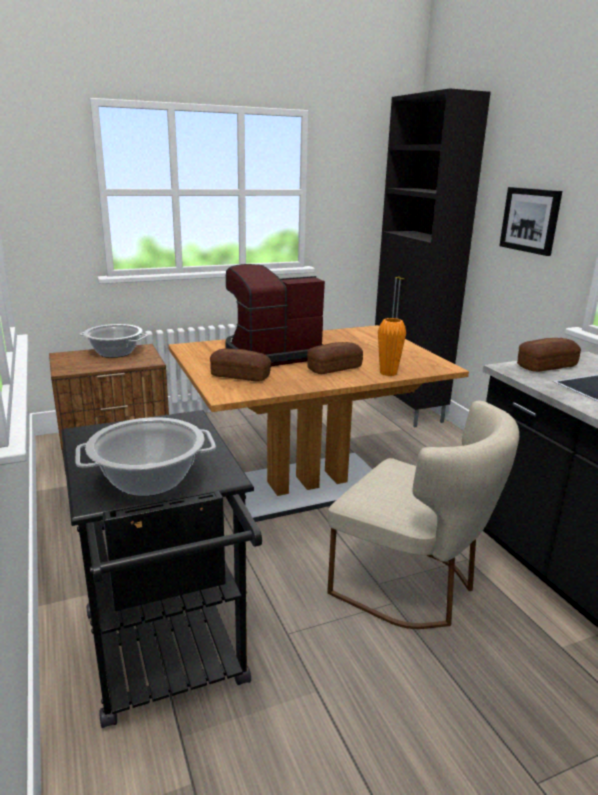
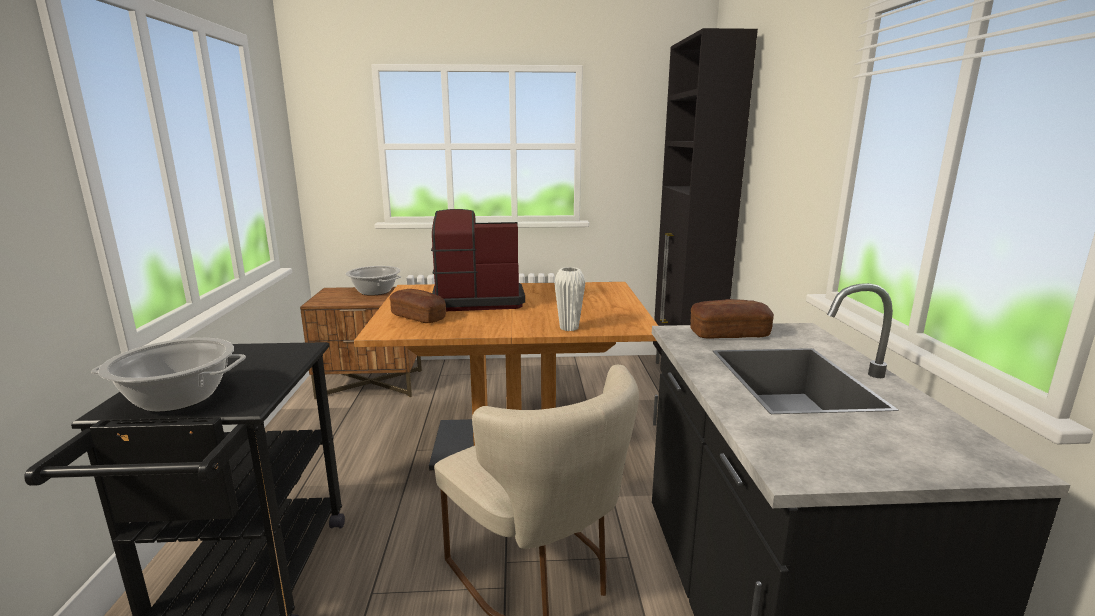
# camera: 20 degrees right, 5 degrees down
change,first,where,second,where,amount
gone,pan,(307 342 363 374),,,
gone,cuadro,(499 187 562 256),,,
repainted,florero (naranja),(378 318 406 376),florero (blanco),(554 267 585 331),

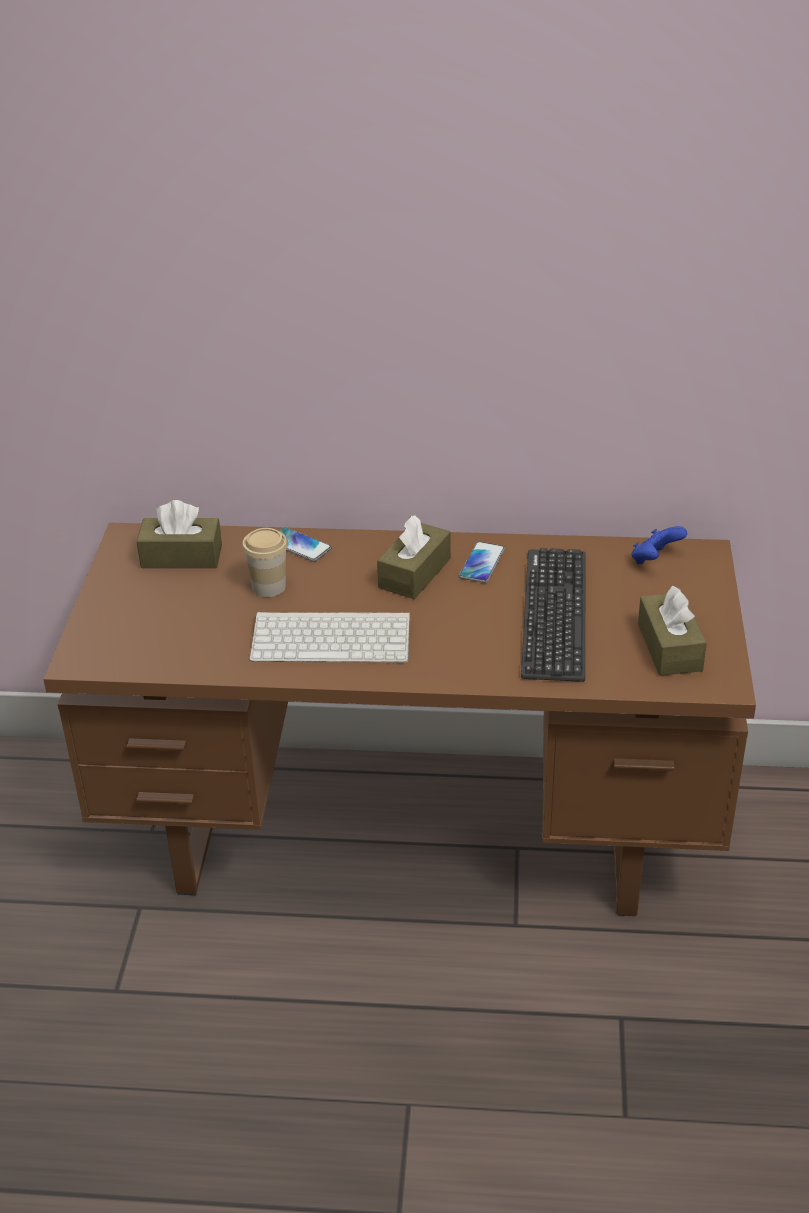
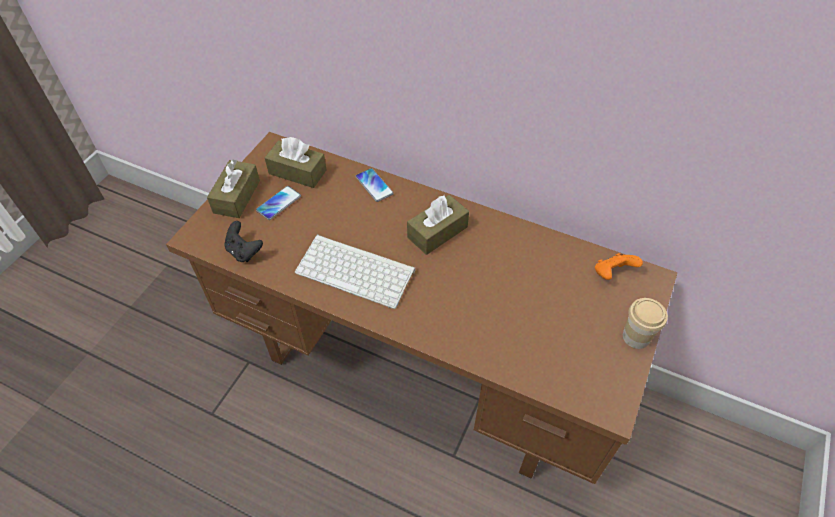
# camera: 20 degrees right, 15 degrees up
change,first,where,second,where,amount
gone,teclado,(521 548 586 682),,,
new,,,mando de consola (negro),(224 221 263 262),
shifted,taza,(242 528 288 597),,(623 298 668 349),
shifted,móvil,(459 542 505 583),,(256 186 301 220),
shifted,caja de pañuelos (marrón),(638 585 707 676),,(207 159 260 218),
repainted,mando de consola (azul),(632 526 687 564),mando de consola (naranja),(595 253 643 280),

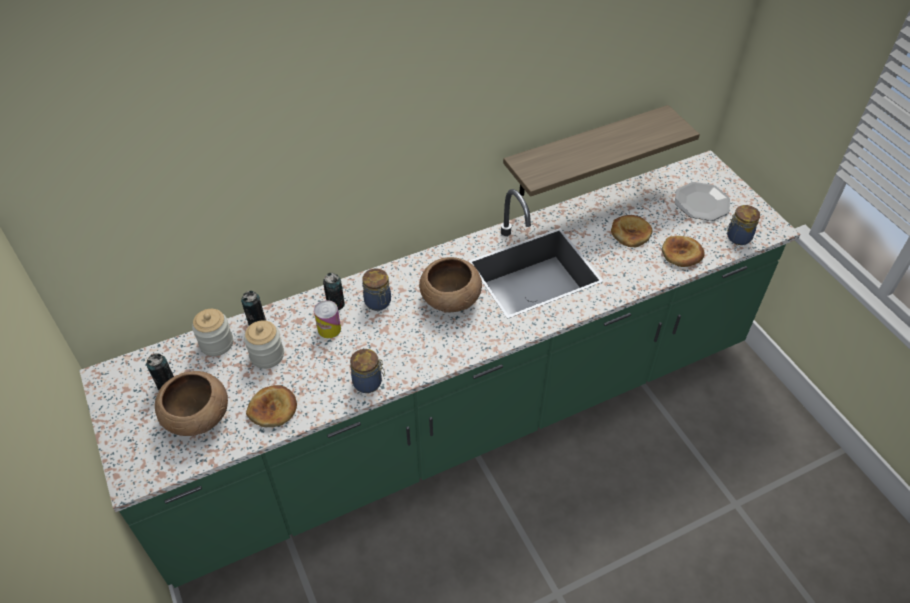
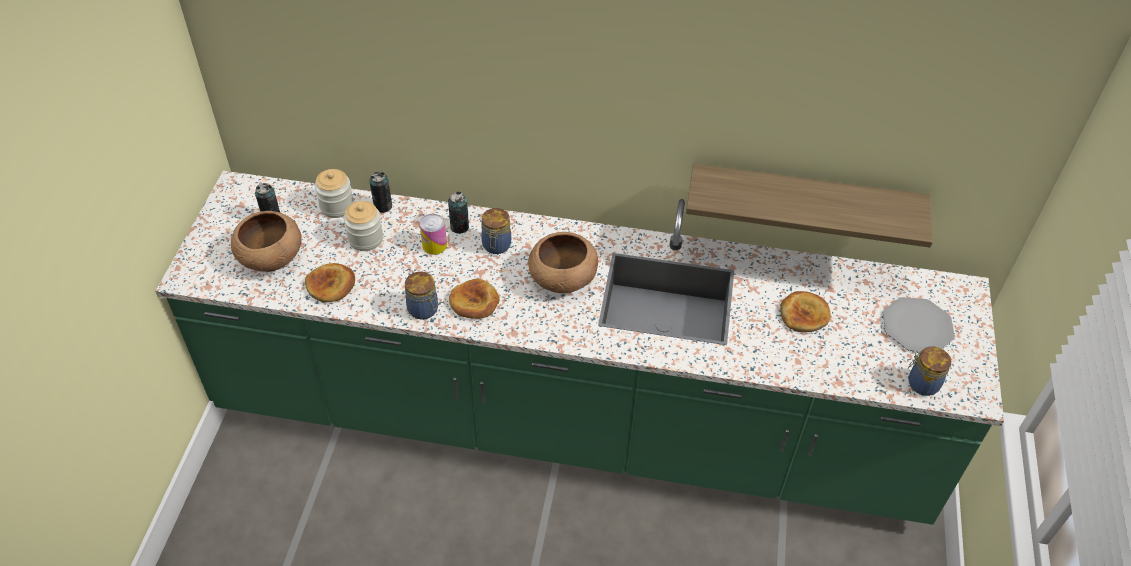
# camera: 35 degrees right, 0 degrees up
change,first,where,second,where,amount
shifted,pan,(662 236 705 267),,(449 279 500 319),

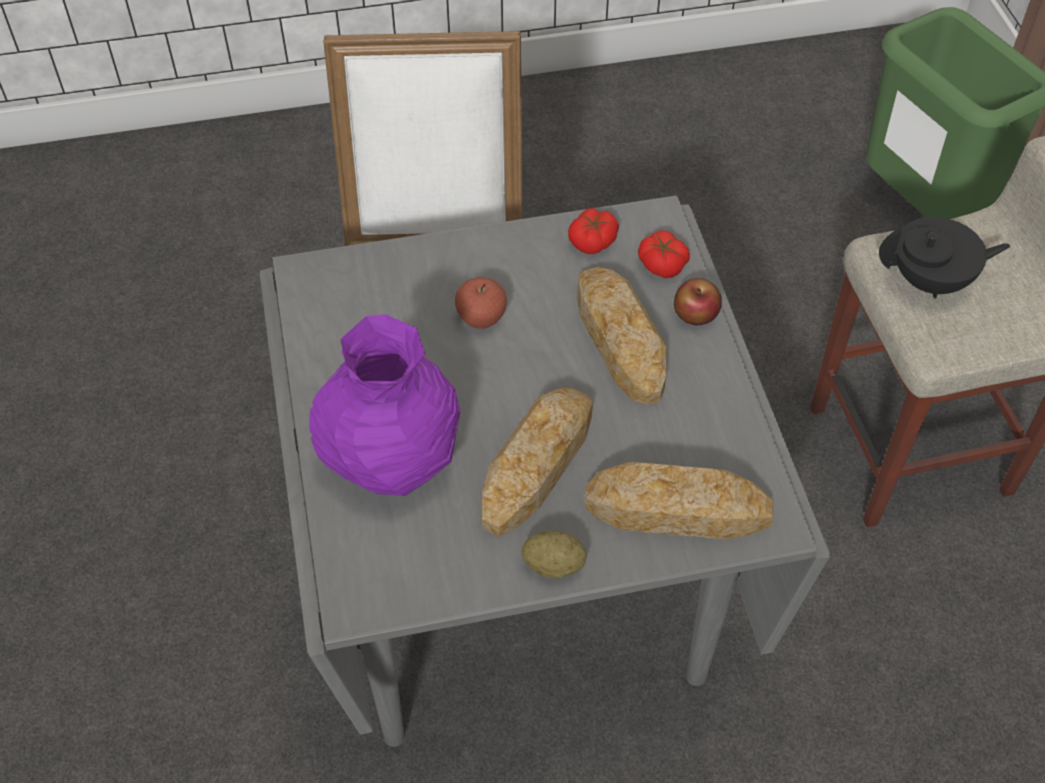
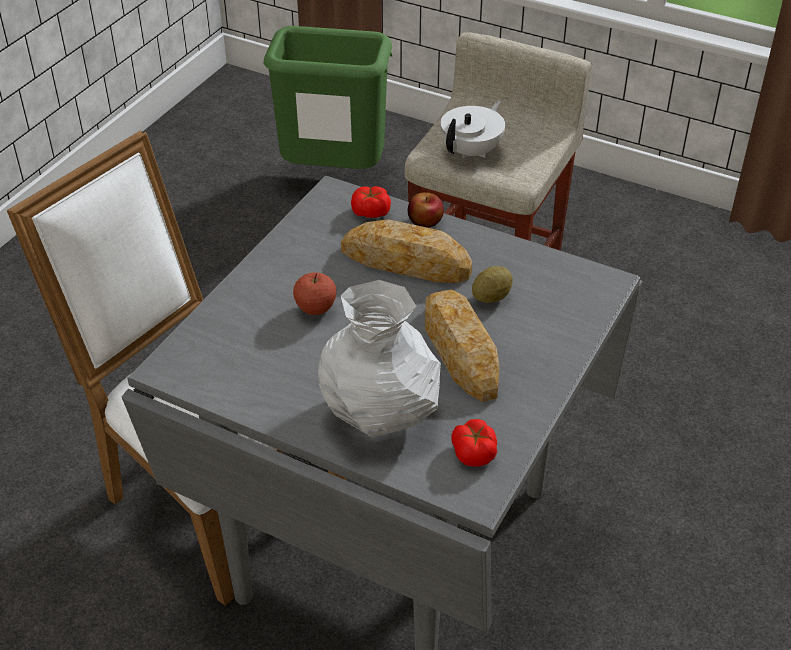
# camera: 50 degrees left, 10 degrees down
change,first,where,second,where,amount
gone,pan,(584 462 773 539),,,
shifted,patata,(521 531 587 579),,(472 266 513 303),
shifted,tomate,(568 208 619 254),,(451 419 497 467),
repainted,florero (morado),(309 314 460 496),florero (blanco),(318 280 441 437),
repainted,tetera (negro),(879 217 1010 298),tetera (blanco),(441 101 505 159),

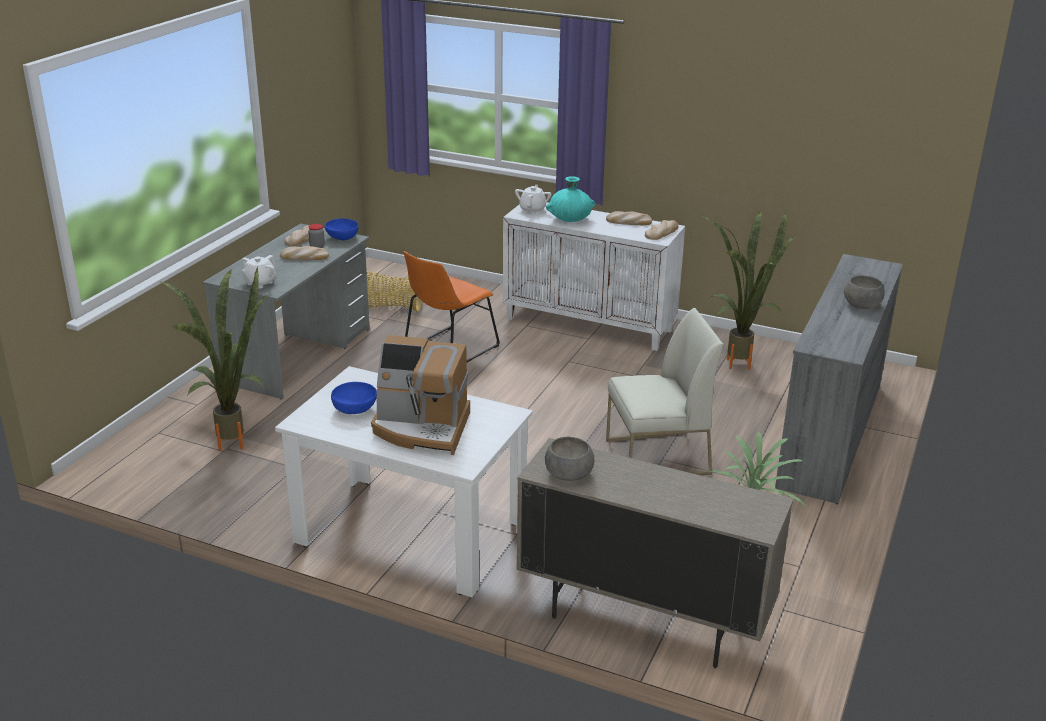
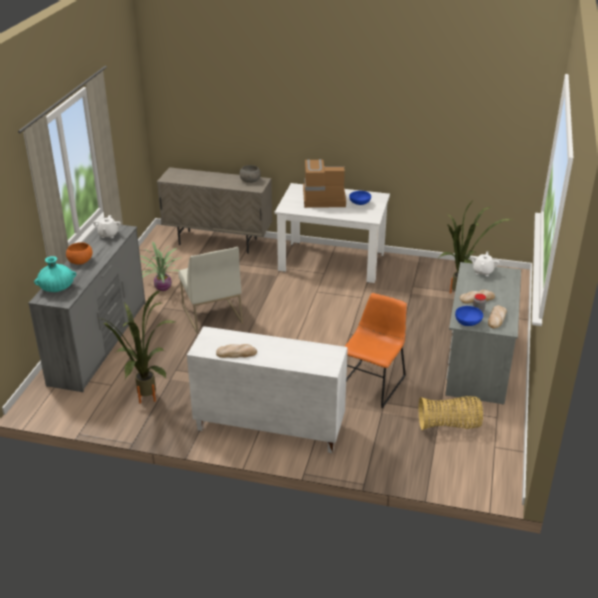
# camera: 170 degrees right, 5 degrees up
change,first,where,second,where,amount
gone,pan,(645 220 679 240),,,
shifted,tetera (blanco),(515 185 552 214),,(93 215 121 238),
shifted,florero (turquesa),(546 176 596 222),,(34 256 76 292),
repainted,cuenco (gris),(844 275 885 309),cuenco (naranja),(66 242 93 265),
rotated,silla (blanco),(606 308 723 476),,(178 247 243 334),90 degrees counterclockwise

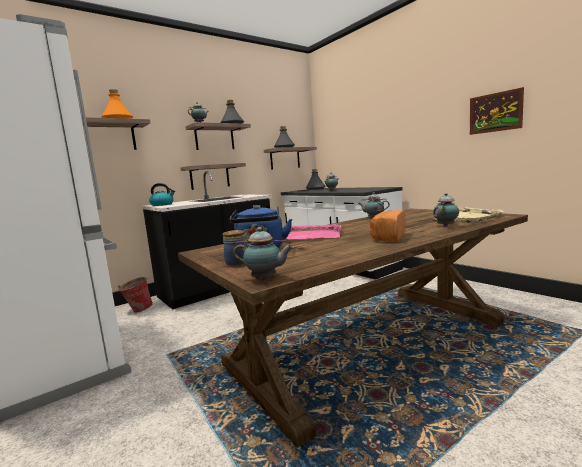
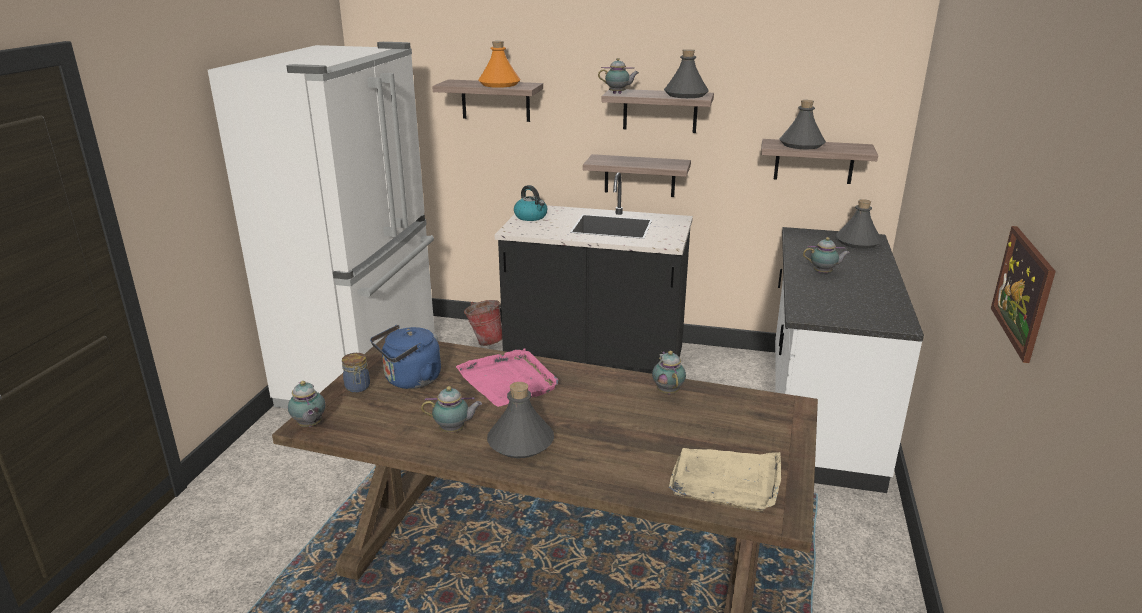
# camera: 50 degrees right, 15 degrees up
change,first,where,second,where,amount
shifted,tetera,(433 193 459 227),,(421 386 482 433),
swapped,pan,(370 210 405 242),botella (gris),(487 382 554 458),

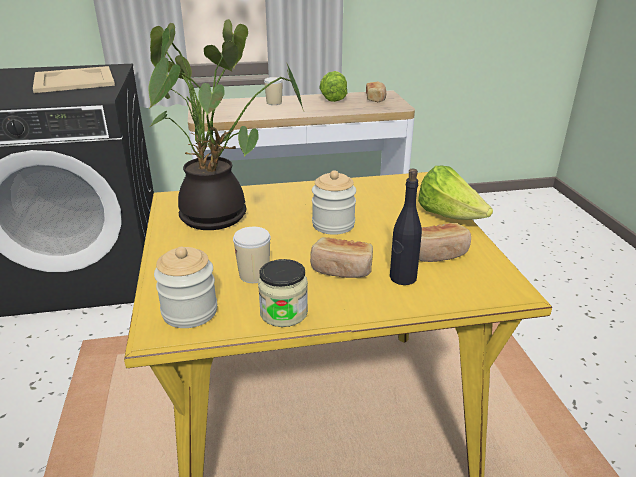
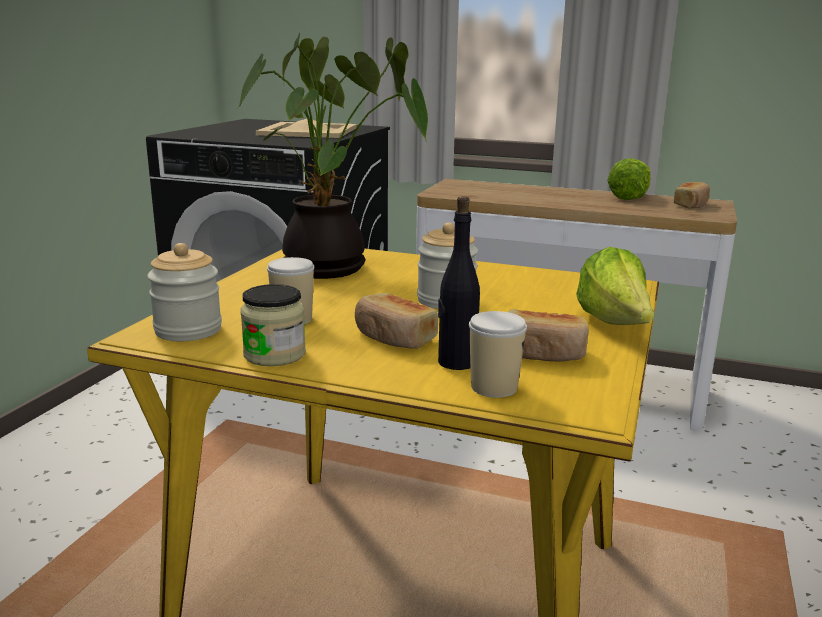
# camera: 30 degrees right, 10 degrees down
change,first,where,second,where,amount
shifted,taza,(264 77 283 105),,(469 311 527 398),

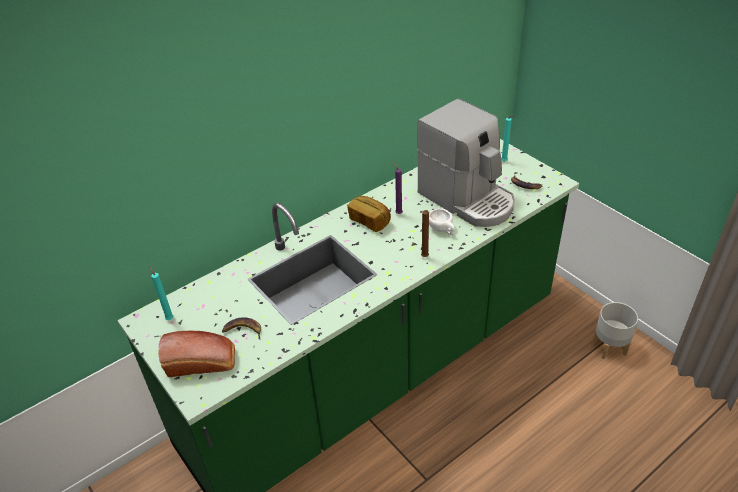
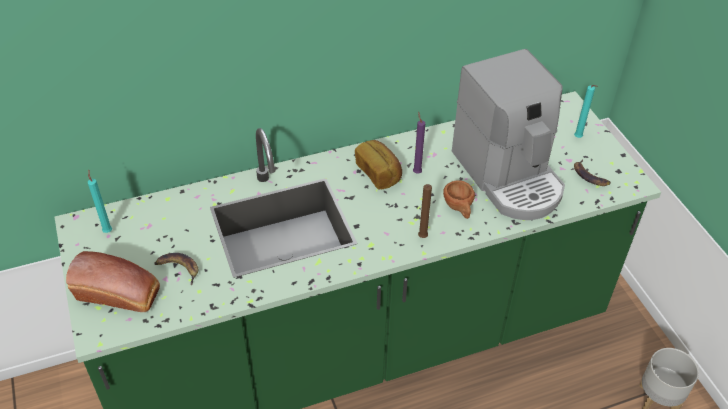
# camera: 15 degrees right, 5 degrees up
change,first,where,second,where,amount
repainted,taza (blanco),(429 208 455 235),taza (marrón),(443 180 475 219),

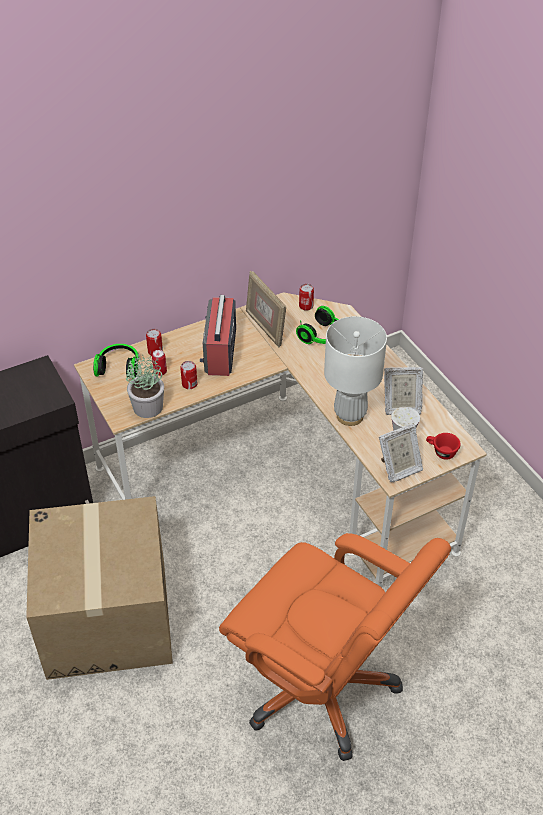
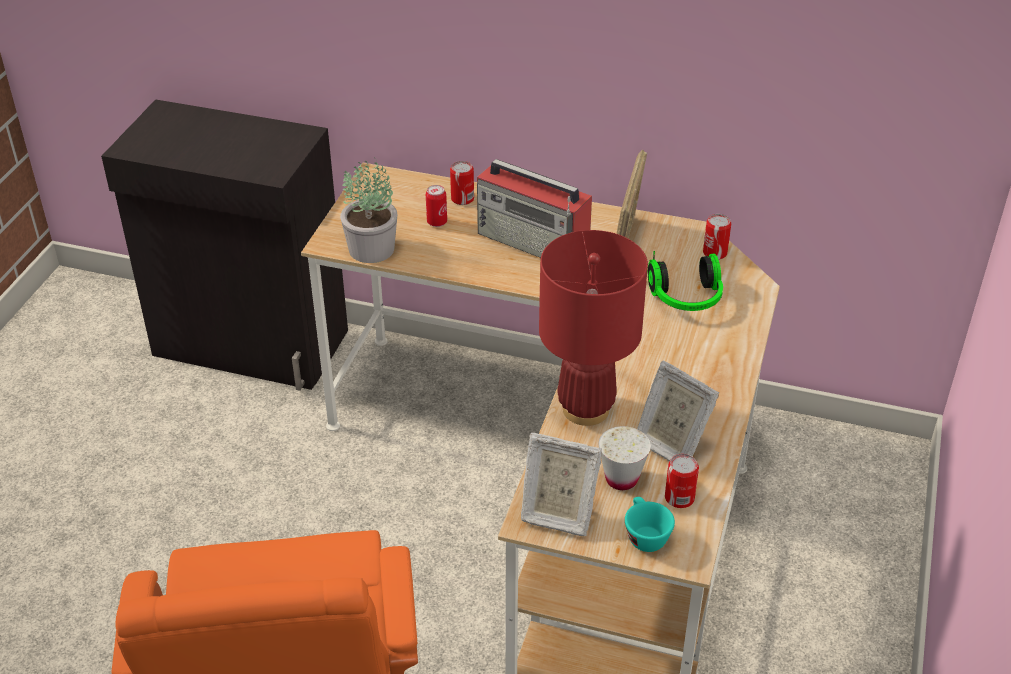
# camera: 45 degrees right, 5 degrees down
change,first,where,second,where,amount
gone,caja de cartón,(26 496 173 680),,,
gone,auriculares,(93 344 139 379),,,
shifted,lata,(180 361 197 389),,(665 454 699 508),
repainted,lámpara de mesa (blanco),(324 316 387 426),lámpara de mesa (rojo),(539 230 648 426),
repainted,taza (rojo),(426 433 461 460),taza (turquesa),(625 497 675 552),
rotated,radio,(200 295 236 376),,(477 159 592 258),105 degrees counterclockwise

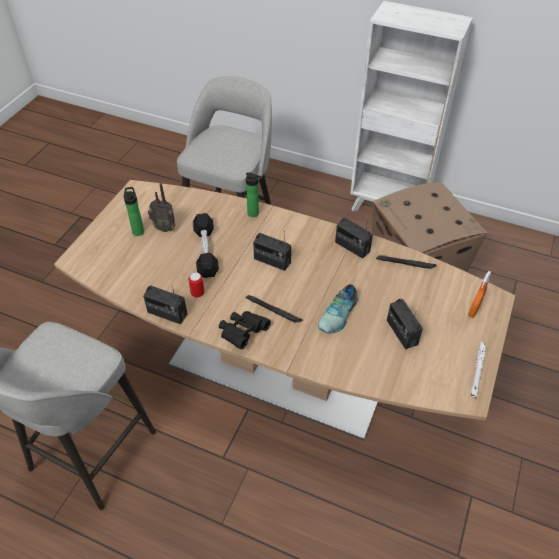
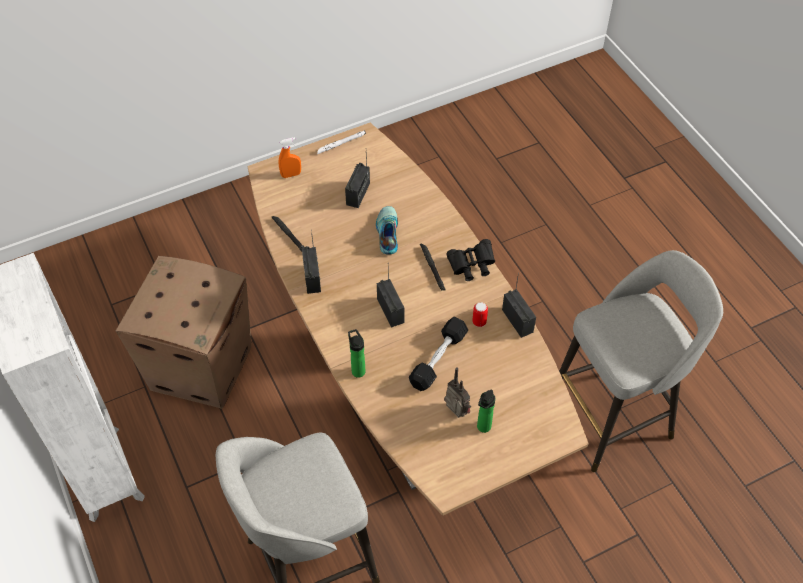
# camera: 140 degrees left, 5 degrees up
change,first,where,second,where,amount
rotated,zapato,(318 284 358 333),,(376 206 398 255),75 degrees counterclockwise

